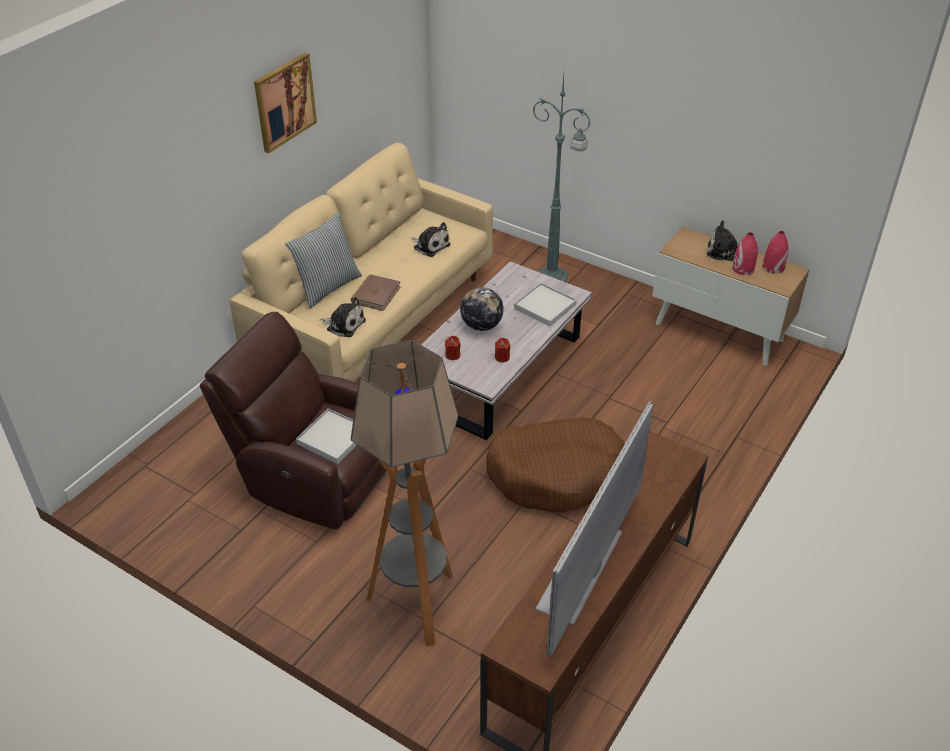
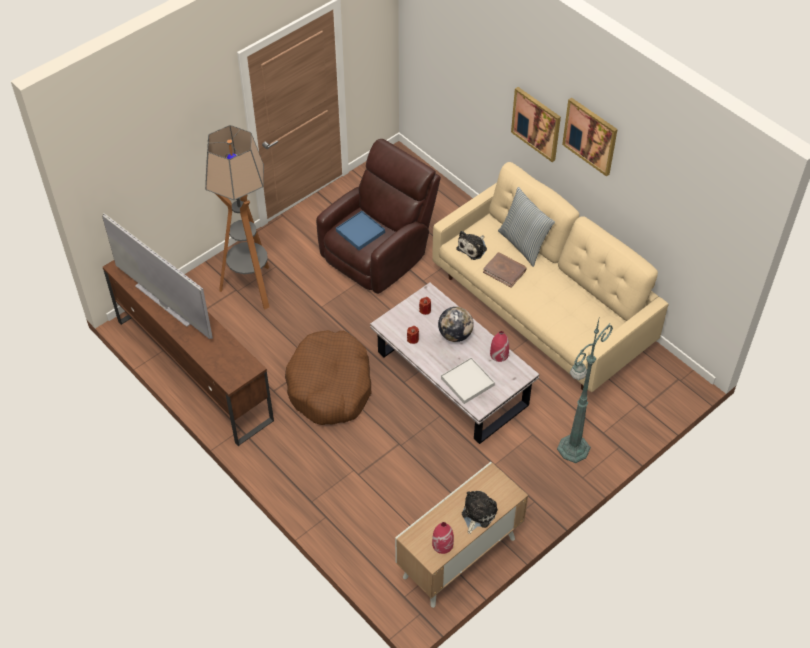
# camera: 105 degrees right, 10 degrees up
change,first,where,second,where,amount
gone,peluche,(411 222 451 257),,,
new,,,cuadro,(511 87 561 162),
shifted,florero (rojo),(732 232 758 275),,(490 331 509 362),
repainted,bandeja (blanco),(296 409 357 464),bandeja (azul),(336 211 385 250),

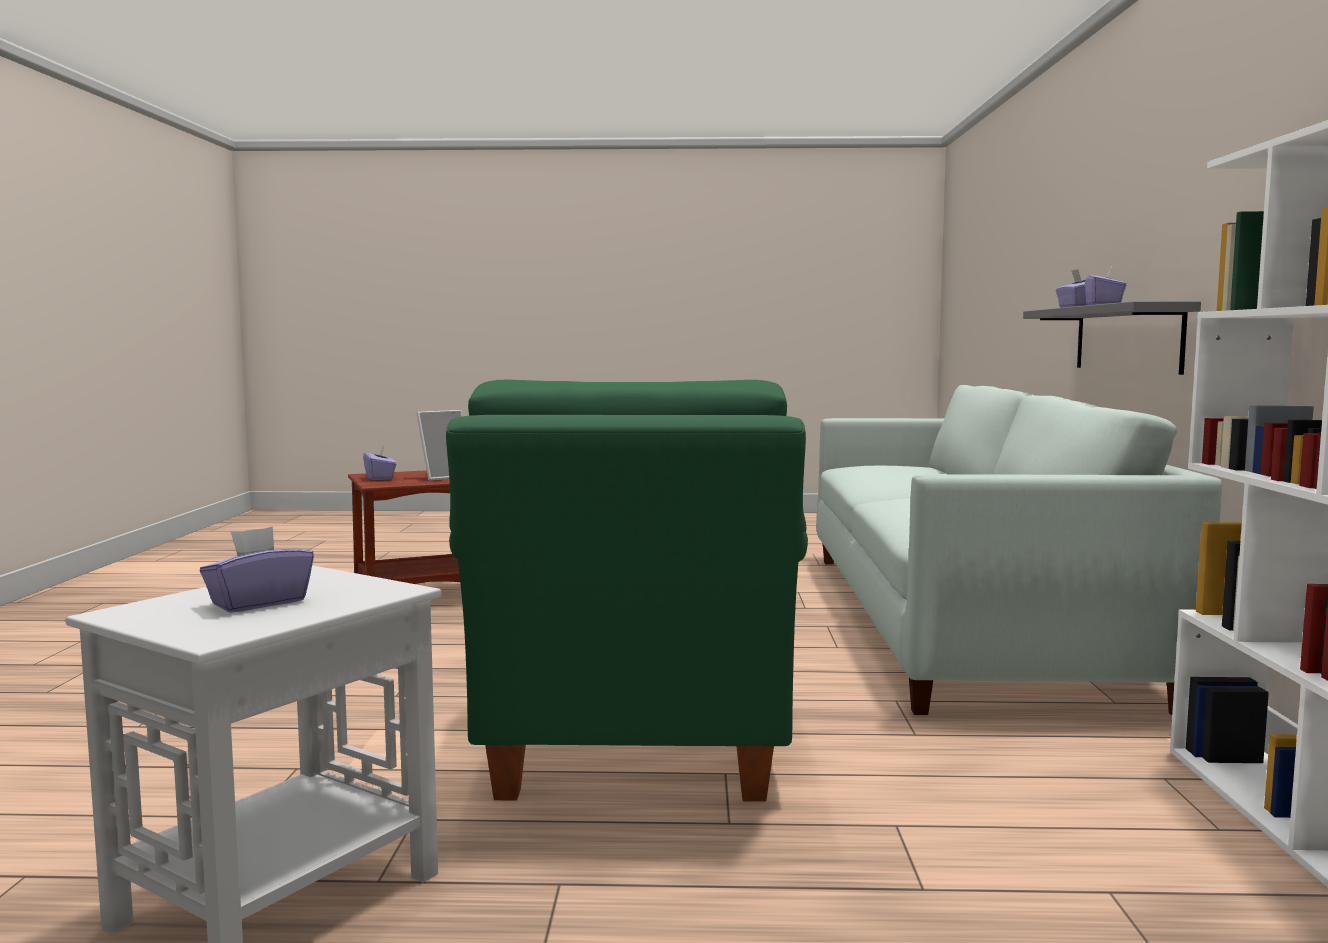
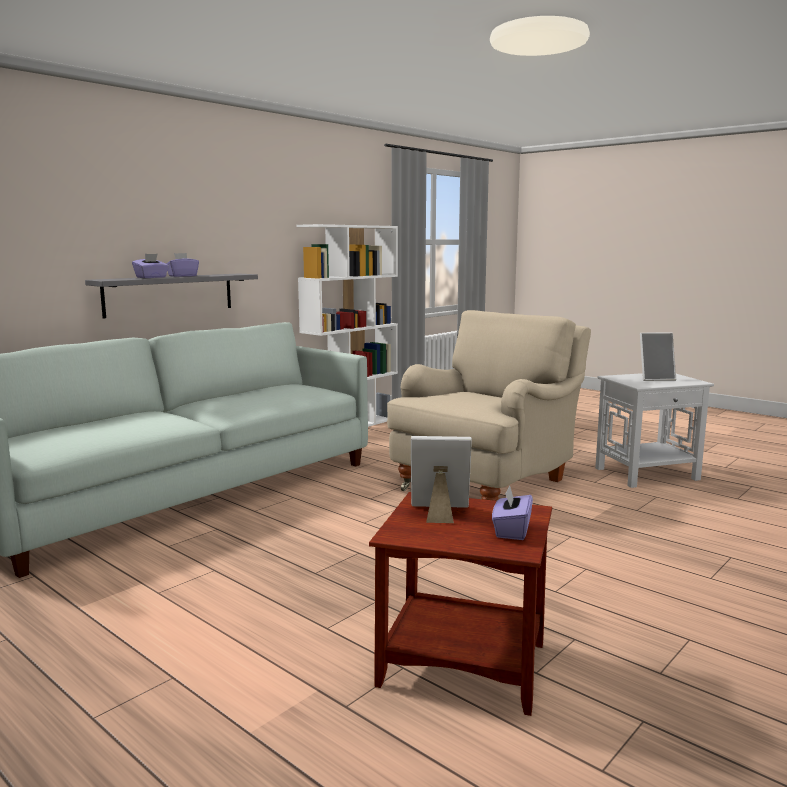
# camera: 140 degrees left, 5 degrees up
change,first,where,second,where,amount
swapped,caja de pañuelos (morado),(200 526 314 613),portarretratos,(640 332 676 381),
repainted,sillón (verde),(446 380 808 802),sillón (beis),(387 310 591 501),

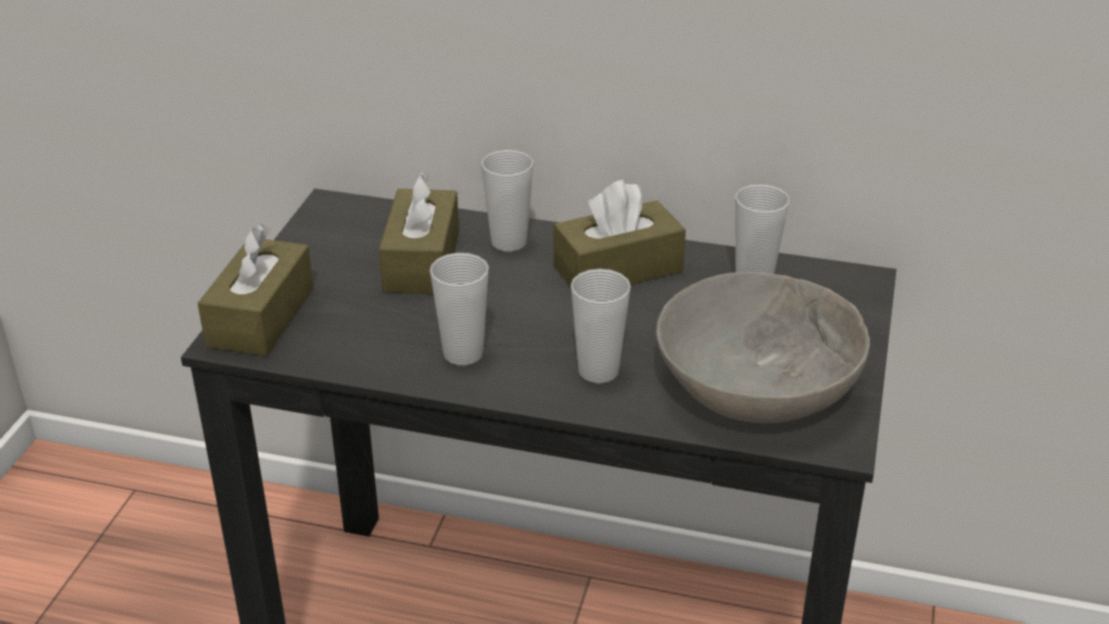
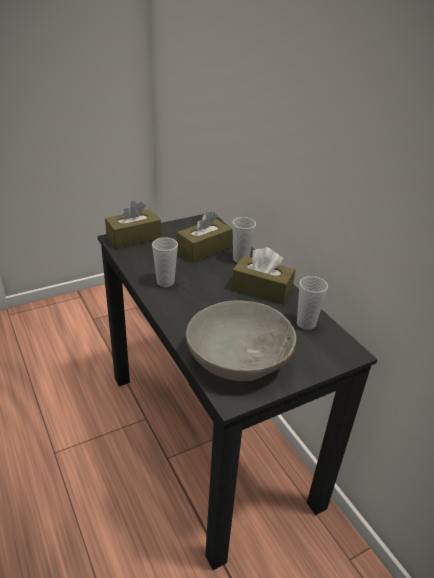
# camera: 45 degrees right, 0 degrees up
change,first,where,second,where,amount
gone,taza,(571 269 631 384),,,

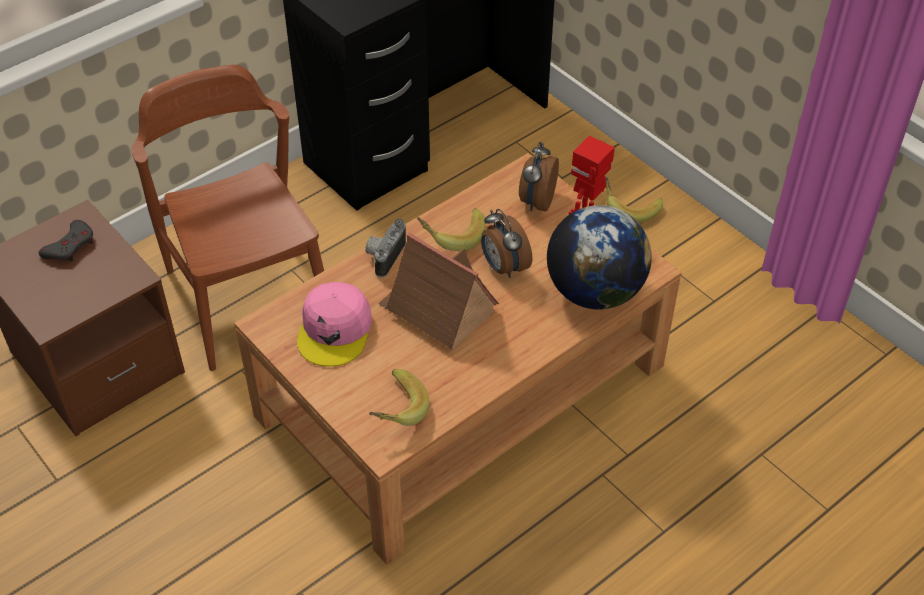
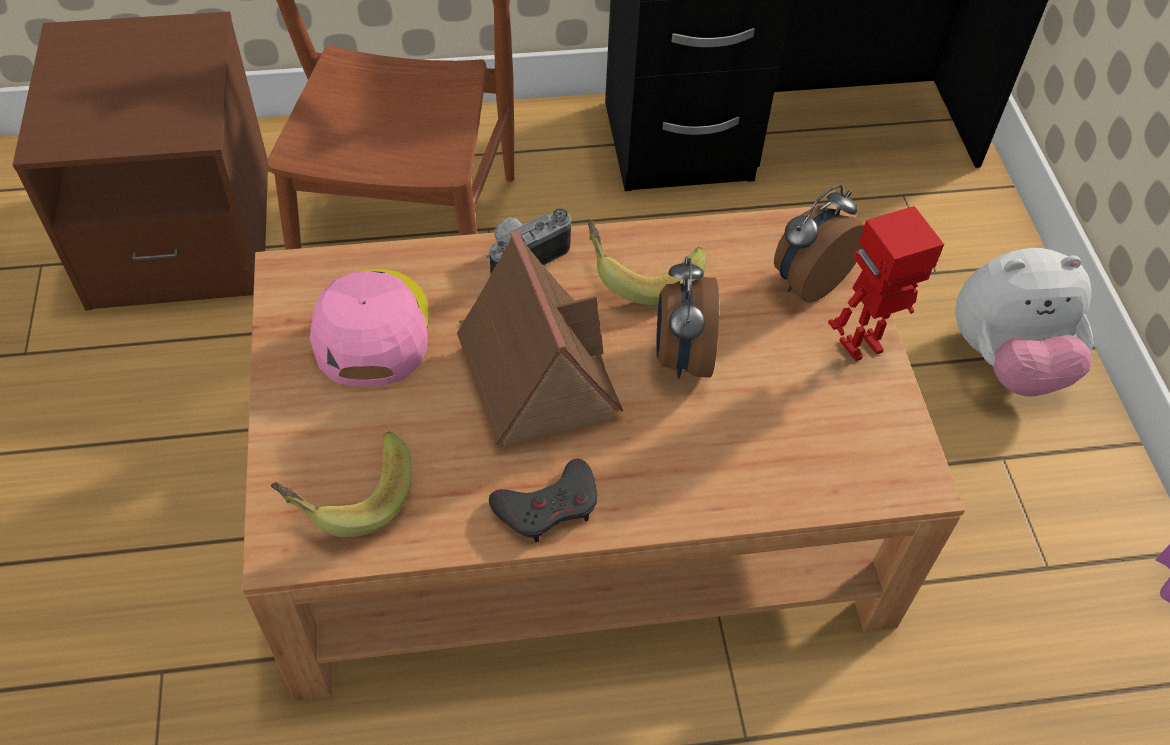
# camera: 30 degrees right, 5 degrees up
change,first,where,second,where,amount
gone,globo terráqueo,(547 205 652 309),,,
shifted,mando de consola (gris),(39 220 93 262),,(489 459 597 542),
swapped,plátano,(605 177 663 223),peluche,(956 248 1093 397),
rotated,gorra (rosa),(297 282 372 367),,(310 269 429 387),135 degrees clockwise

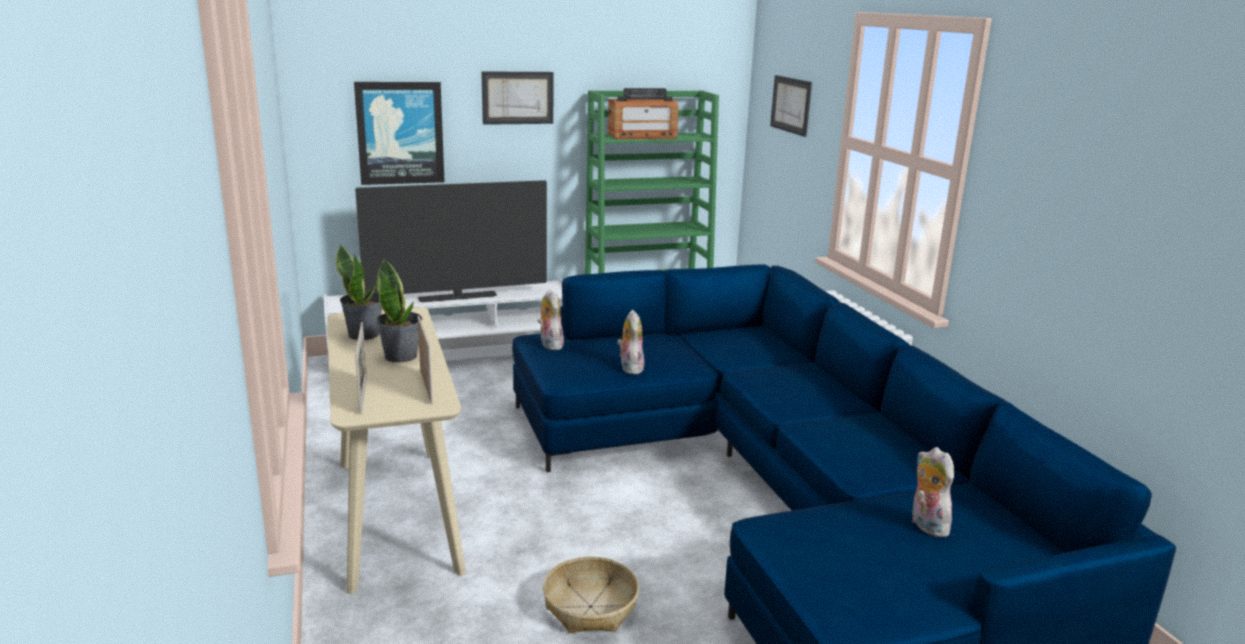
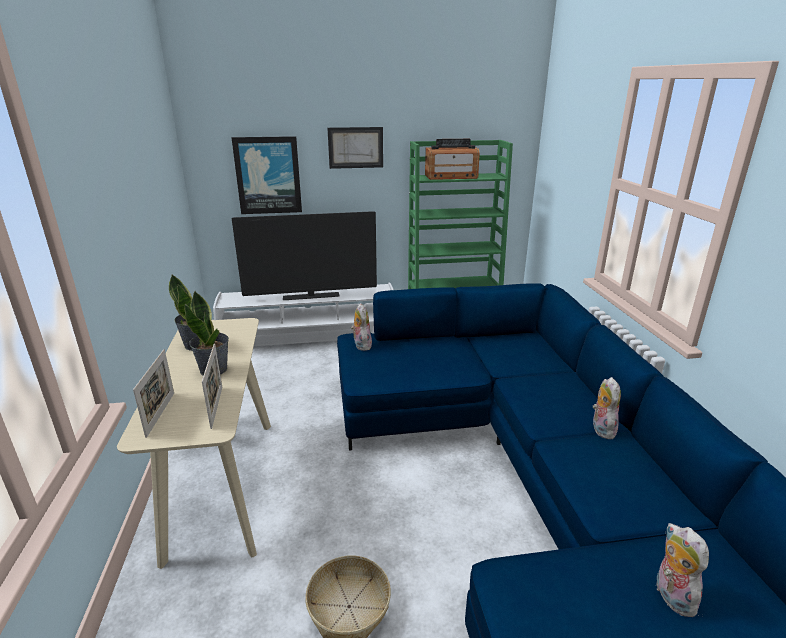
# camera: 10 degrees right, 5 degrees up
change,first,where,second,where,amount
gone,cuadro,(770 75 812 137),,,
shifted,peluche,(617 310 644 375),,(593 377 621 439),

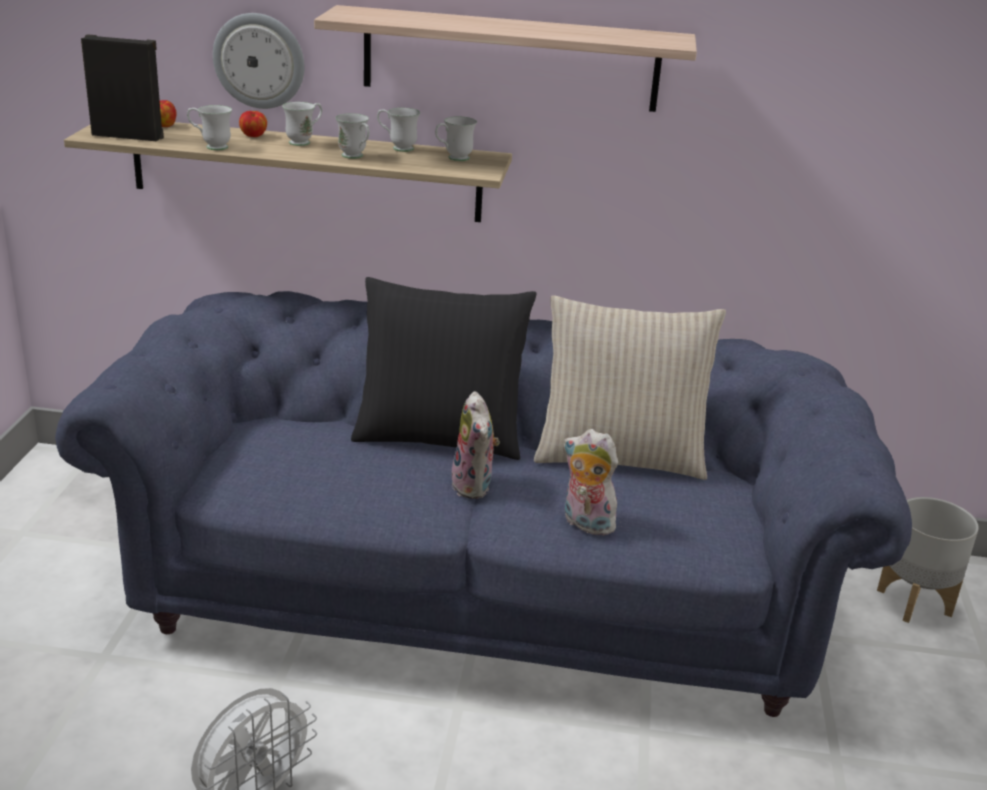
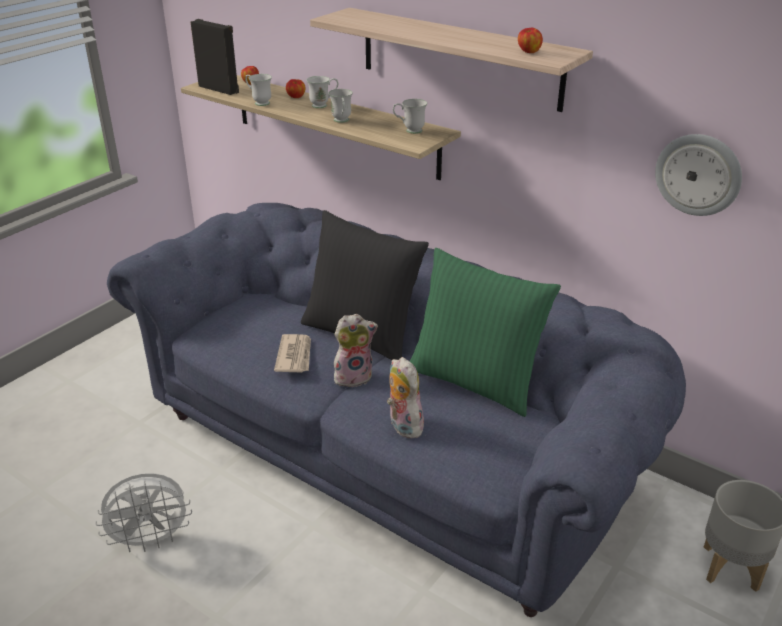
# camera: 30 degrees right, 5 degrees up
change,first,where,second,where,amount
gone,taza grande (blanco),(377 108 420 152),,,
new,,,periódico,(274 334 311 373),
new,,,manzana,(518 28 543 53),
shifted,reloj de pared,(213 13 304 109),,(655 134 742 216),
repainted,cojín (beis),(534 295 726 480),cojín (verde),(410 248 561 417),
rotated,peluche,(451 391 500 499),,(334 314 378 388),120 degrees counterclockwise

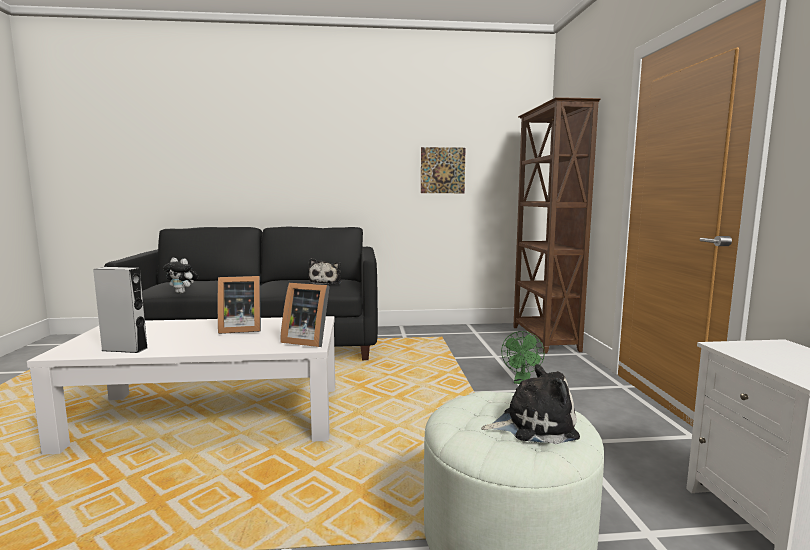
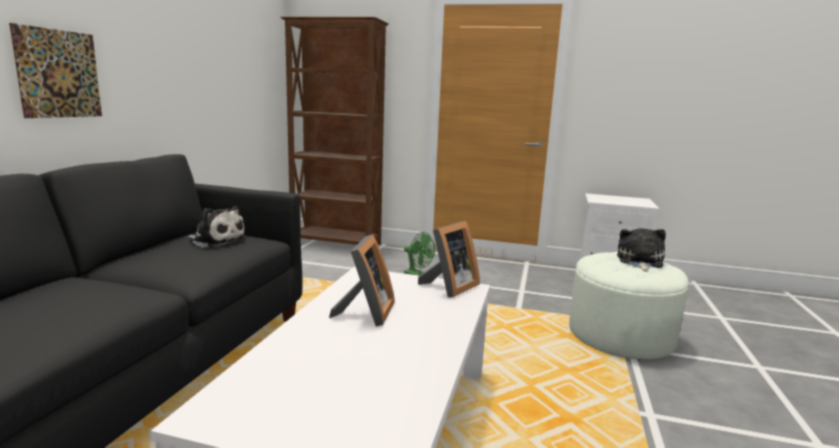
# camera: 70 degrees left, 5 degrees up
change,first,where,second,where,amount
gone,altavoz (gris),(93 267 147 353),,,
gone,peluche,(163 258 198 293),,,
shifted,cuadro,(421 147 465 193),,(9 23 102 118),

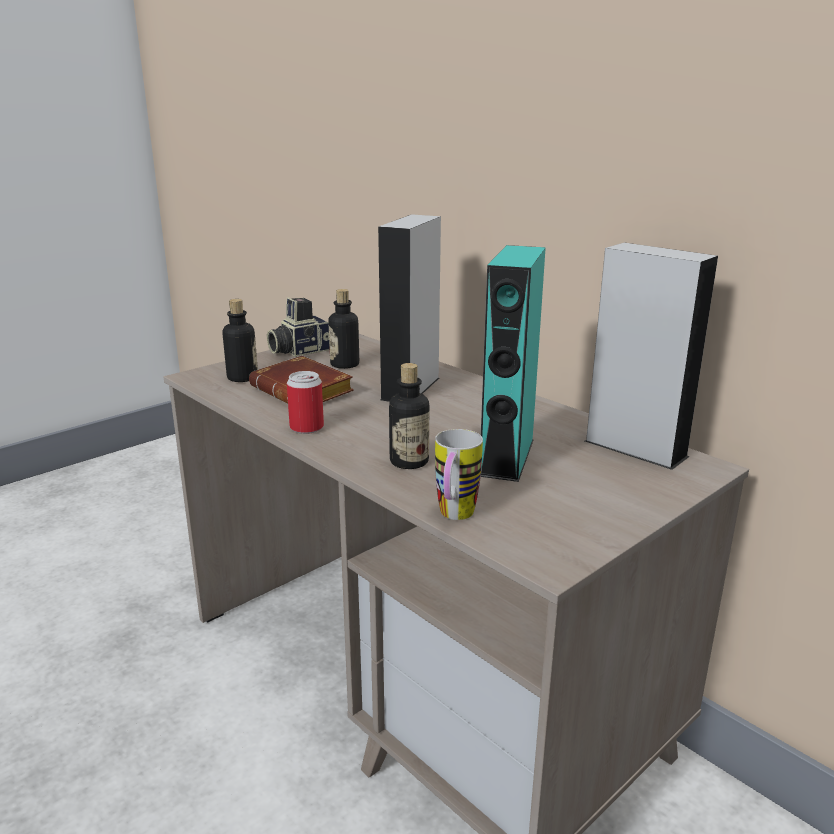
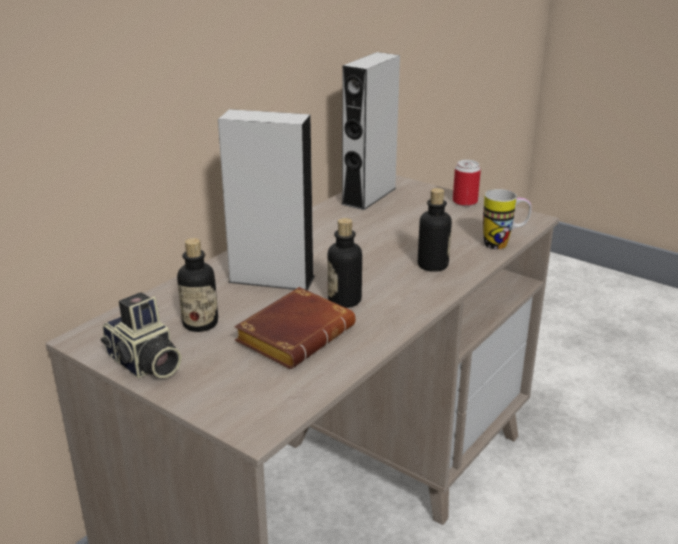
# camera: 100 degrees left, 5 degrees up
change,first,where,second,where,amount
gone,altavoz (turquesa),(481 245 546 482),,,
shifted,botella,(223 299 258 382),,(328 218 362 308),
shifted,lata,(287 371 324 434),,(453 160 481 206),

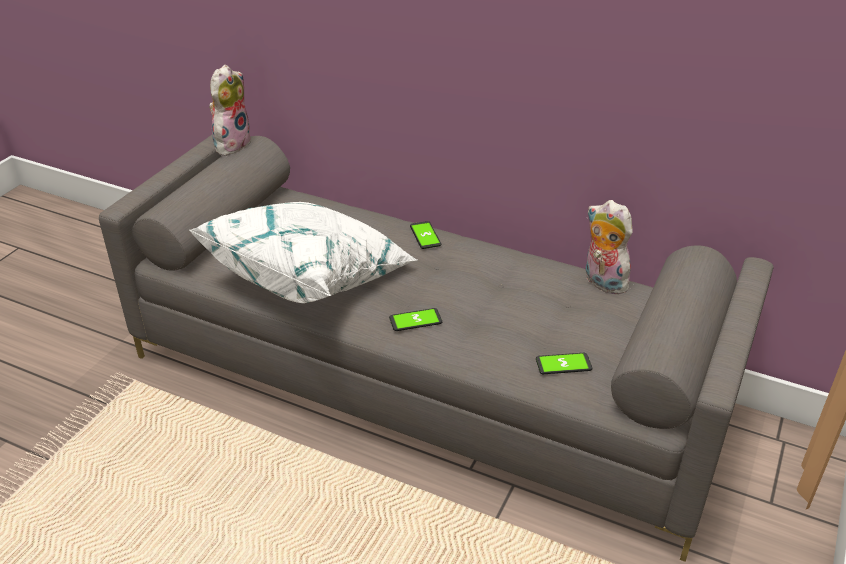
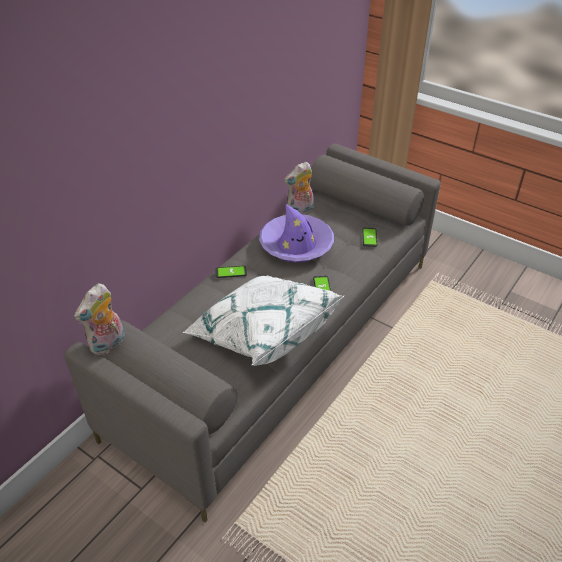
# camera: 80 degrees left, 5 degrees up
change,first,where,second,where,amount
new,,,sombrero (morado),(259 204 334 263),
rotated,peluche,(209 65 251 156),,(74 283 125 355),90 degrees counterclockwise

